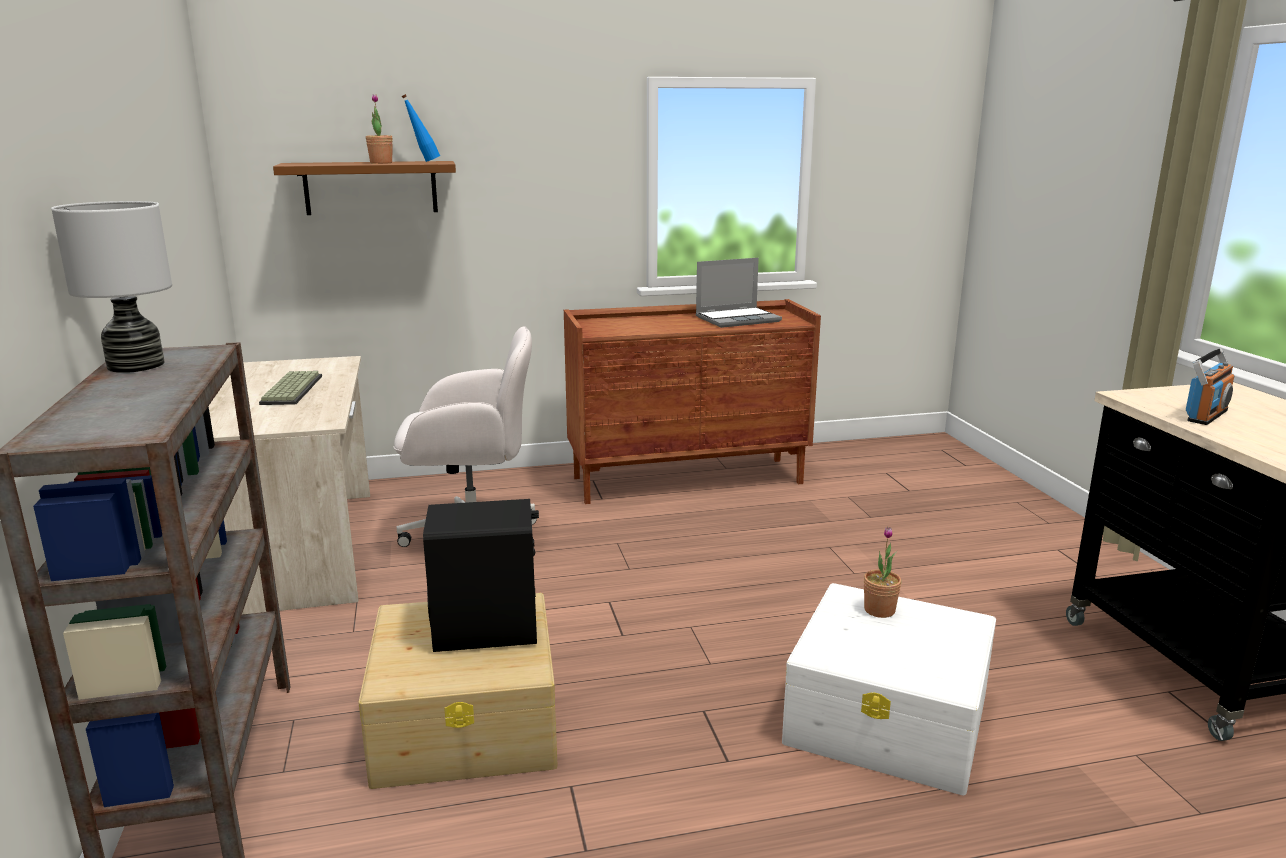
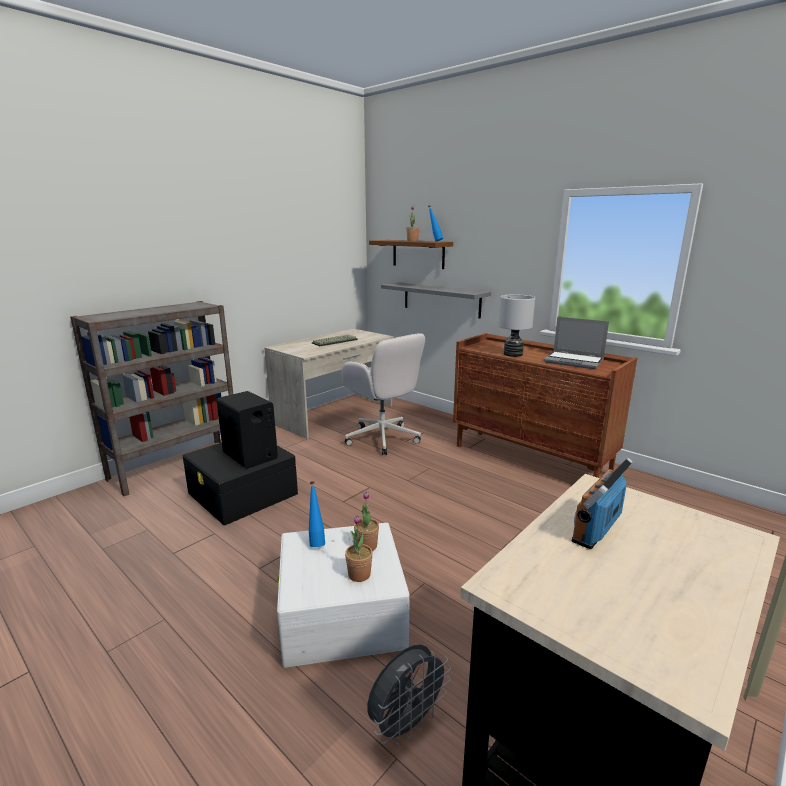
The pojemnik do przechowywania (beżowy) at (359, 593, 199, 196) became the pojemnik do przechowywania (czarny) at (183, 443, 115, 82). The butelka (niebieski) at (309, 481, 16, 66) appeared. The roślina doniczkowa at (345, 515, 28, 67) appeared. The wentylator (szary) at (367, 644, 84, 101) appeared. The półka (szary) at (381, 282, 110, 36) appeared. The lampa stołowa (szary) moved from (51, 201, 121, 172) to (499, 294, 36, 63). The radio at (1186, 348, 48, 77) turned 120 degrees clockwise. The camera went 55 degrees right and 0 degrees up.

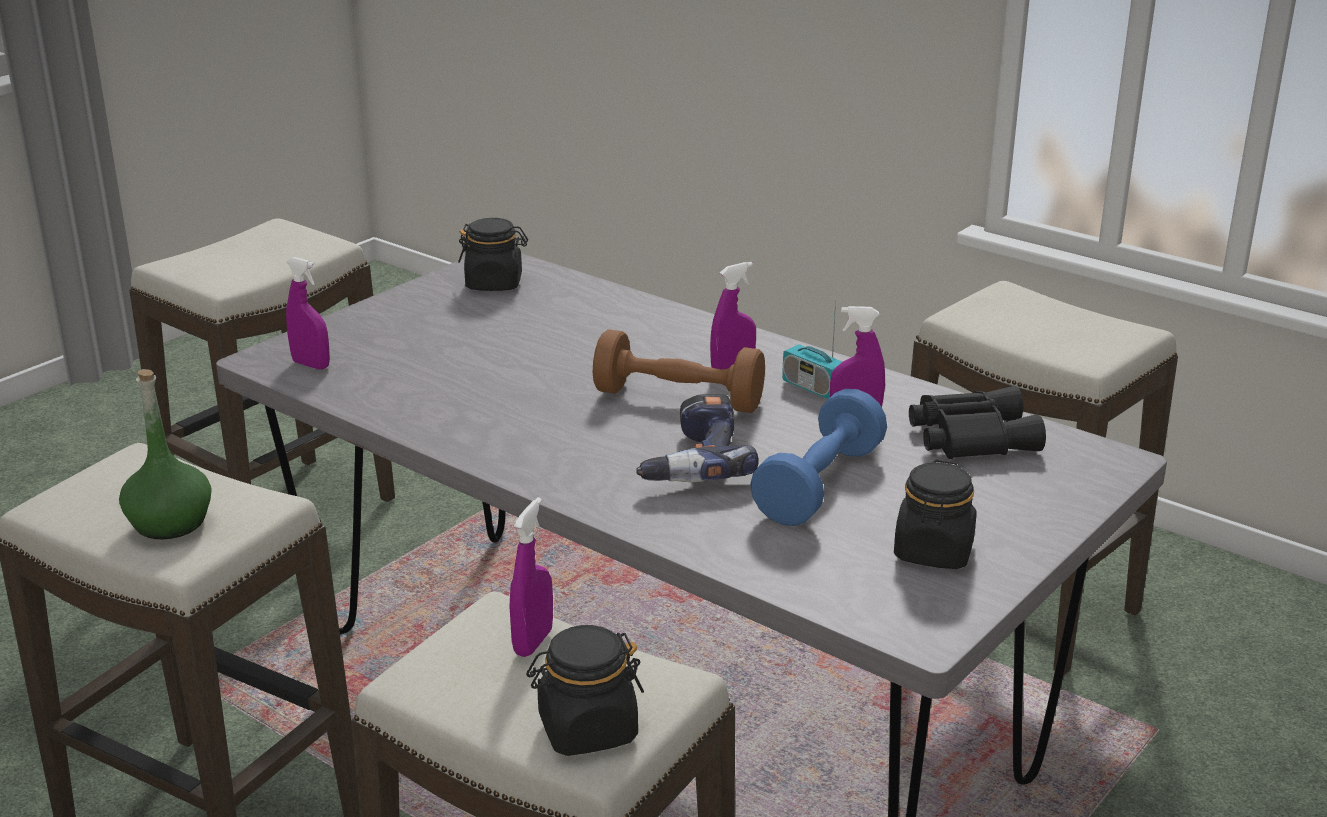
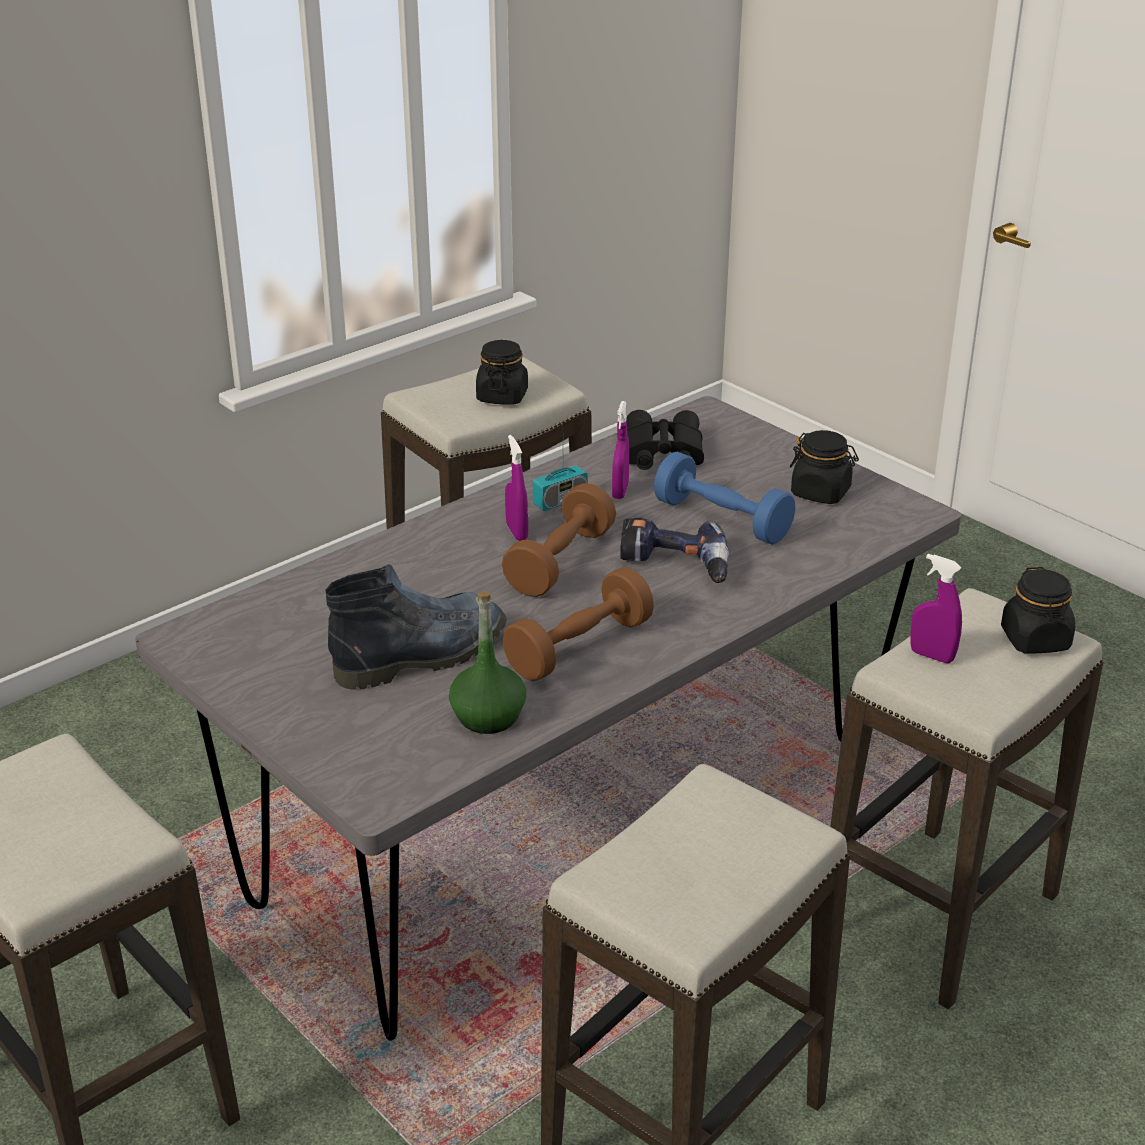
The but z cholewką at (326, 564, 181, 126) appeared. The butelka (zielony) moved from (119, 369, 93, 170) to (449, 591, 77, 143). The słoik (czarny) moved from (458, 218, 70, 73) to (476, 340, 52, 65). The hantel (brązowy) at (503, 567, 151, 114) appeared. The spryskiwacz (fioletowy) at (286, 257, 44, 112) disappeared. The camera went 80 degrees left and 5 degrees up.

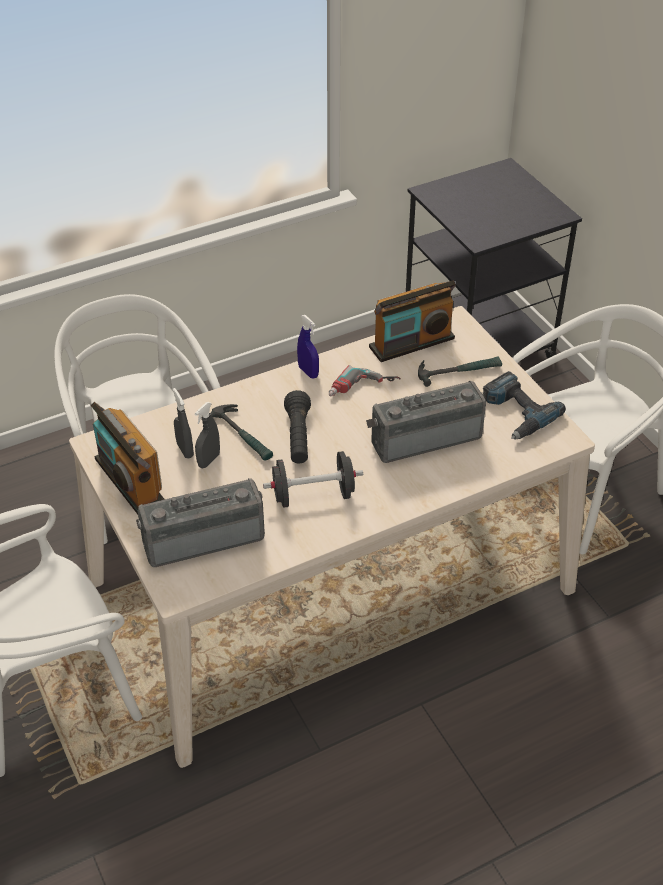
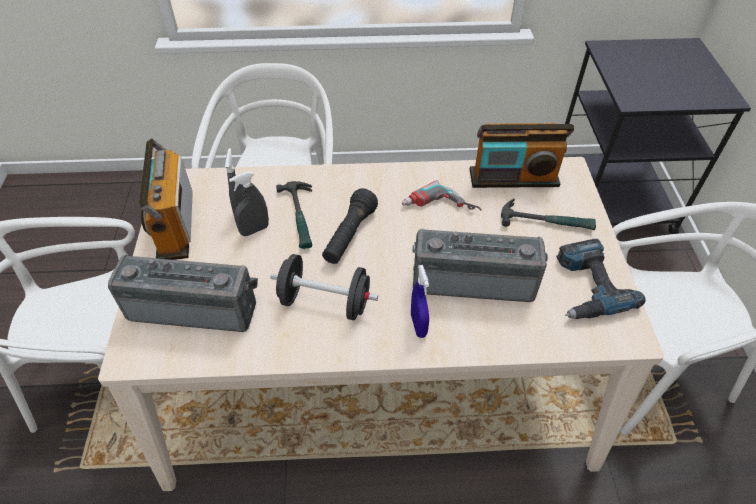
The spryskiwacz (niebieski) moved from (297, 315, 22, 64) to (411, 265, 18, 73). The camera went 25 degrees right and 5 degrees up.

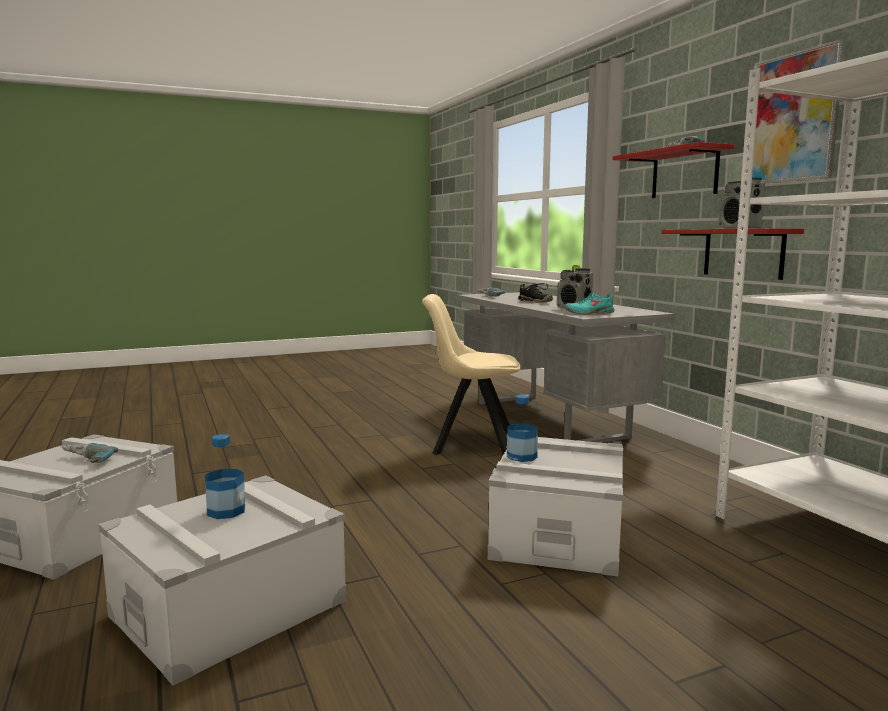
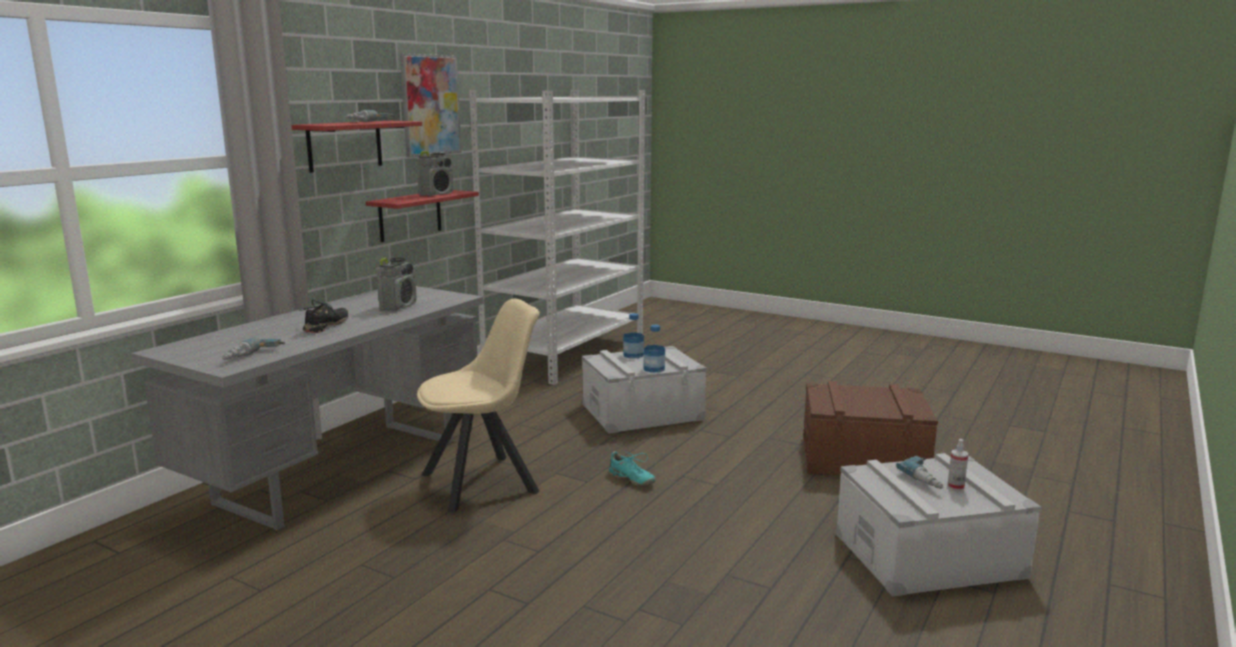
The krzesło (beżowy) at (422, 294, 99, 161) turned 90 degrees counterclockwise. The but (turkusowy) moved from (564, 293, 51, 22) to (609, 451, 47, 35). The butelka moved from (205, 434, 40, 85) to (623, 313, 21, 45). The pojemnik do przechowywania (szary) at (98, 476, 248, 210) became the pojemnik do przechowywania (brązowy) at (803, 381, 135, 94). The spryskiwacz at (947, 439, 21, 52) appeared. The camera went 125 degrees left and 5 degrees up.

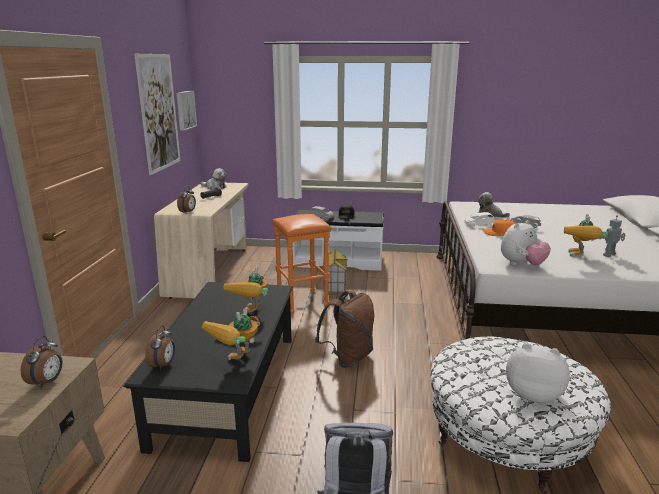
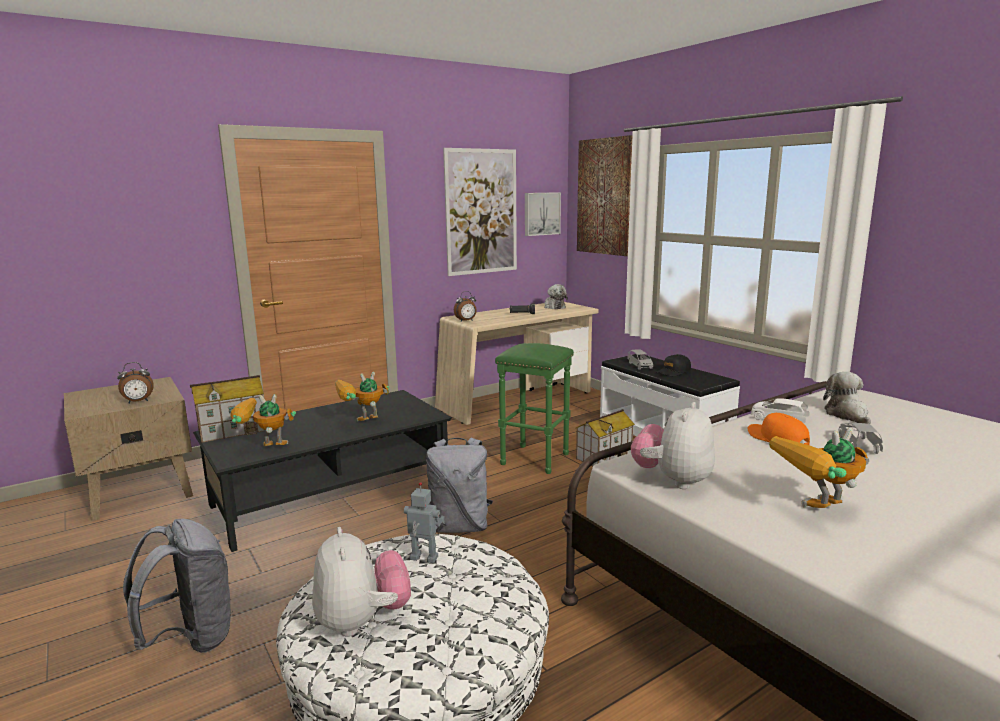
The budzik at (145, 326, 30, 44) was replaced by the domek at (190, 375, 75, 68). The robot zabawkowy moved from (599, 215, 26, 42) to (404, 482, 41, 81). The plecak (brązowy) at (315, 291, 60, 77) became the plecak (szary) at (426, 438, 67, 95). The stołek (pomarańczowy) at (272, 214, 59, 100) became the stołek (zielony) at (495, 343, 79, 131). The obraz at (577, 135, 56, 121) appeared. The pluszak at (501, 220, 50, 46) turned 105 degrees clockwise. The camera went 50 degrees right and 5 degrees down.

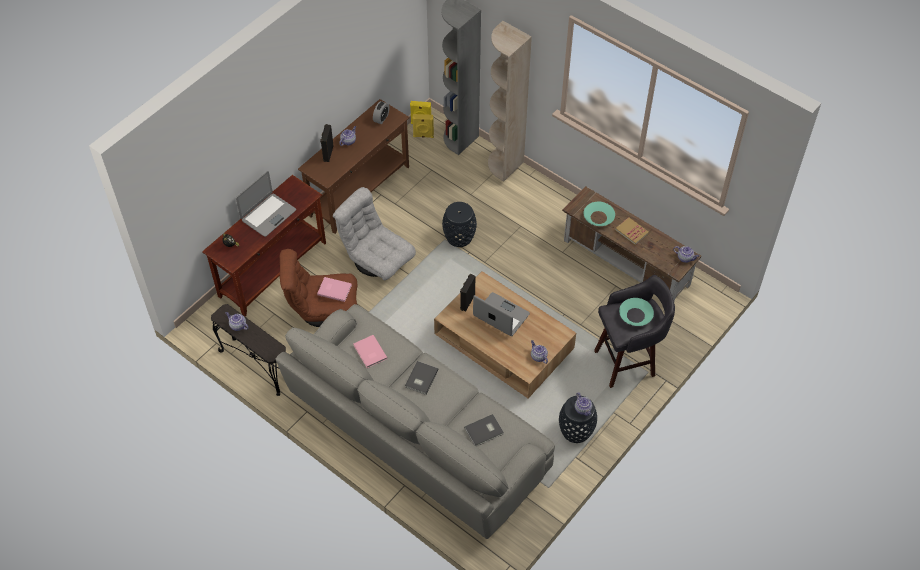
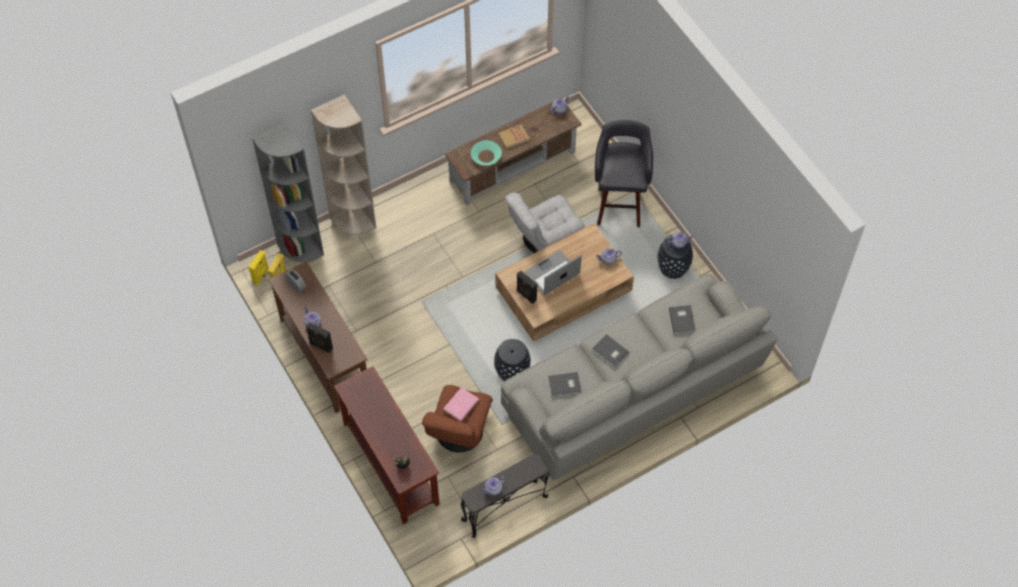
The stołek (czarny) moved from (442, 202, 35, 45) to (494, 339, 37, 42). The fotel (szary) moved from (333, 187, 83, 93) to (505, 193, 80, 60). The książka (różowy) at (353, 335, 35, 33) became the książka (szary) at (548, 372, 34, 25). The laptop at (236, 171, 60, 66) disappeared. The miska (turkusowy) at (619, 298, 35, 28) disappeared. The camera went 70 degrees left and 5 degrees up.

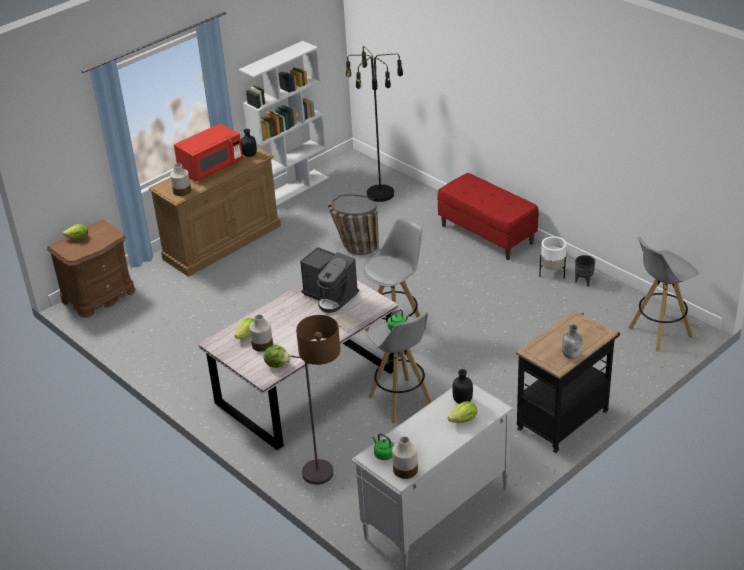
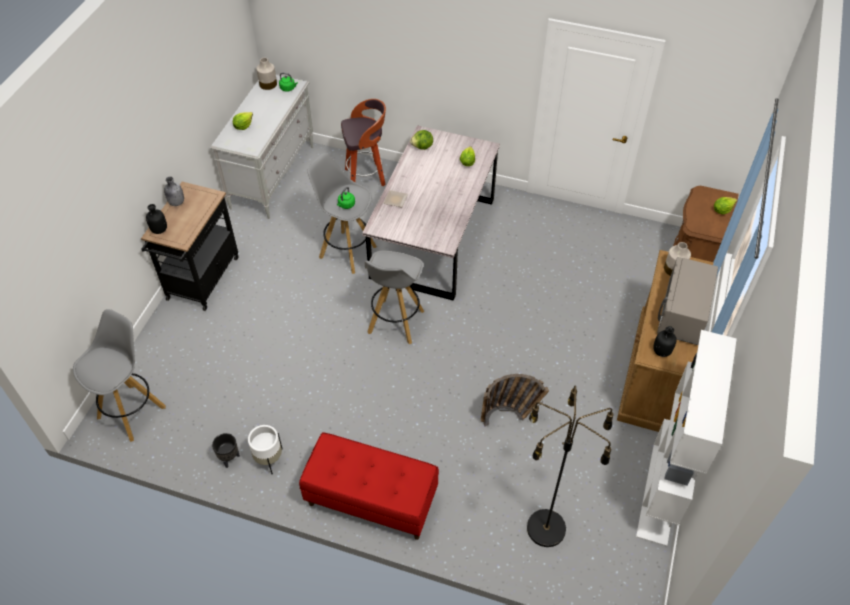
The butelka (czarny) moved from (452, 369, 21, 35) to (146, 204, 21, 30). The lampa stojąca (brązowy) at (290, 315, 50, 170) was replaced by the stołek at (341, 99, 45, 87). The mikrofalówka (czerwony) at (174, 123, 69, 58) became the mikrofalówka (szary) at (657, 257, 61, 88). The wazon (beżowy) at (249, 314, 24, 38) disappeared. The ekspres do kawy at (300, 247, 59, 66) disappeared. The camera went 150 degrees right and 15 degrees up.

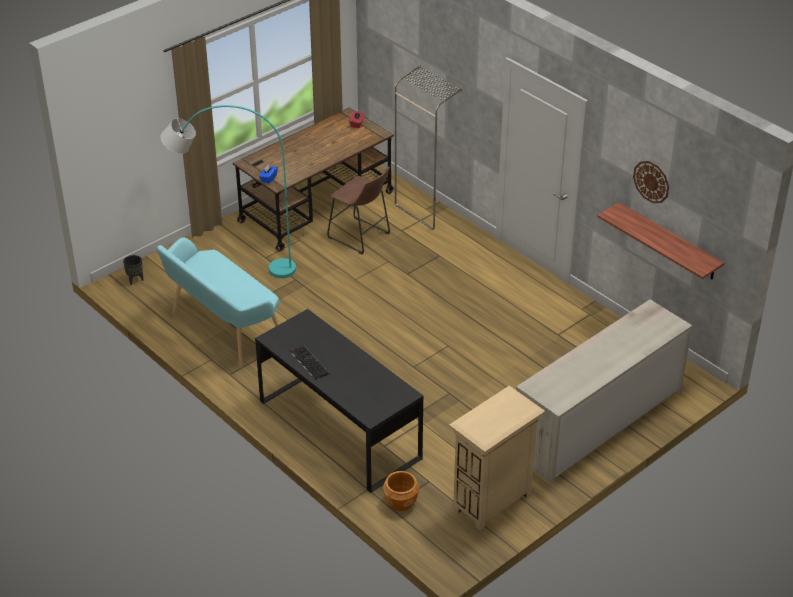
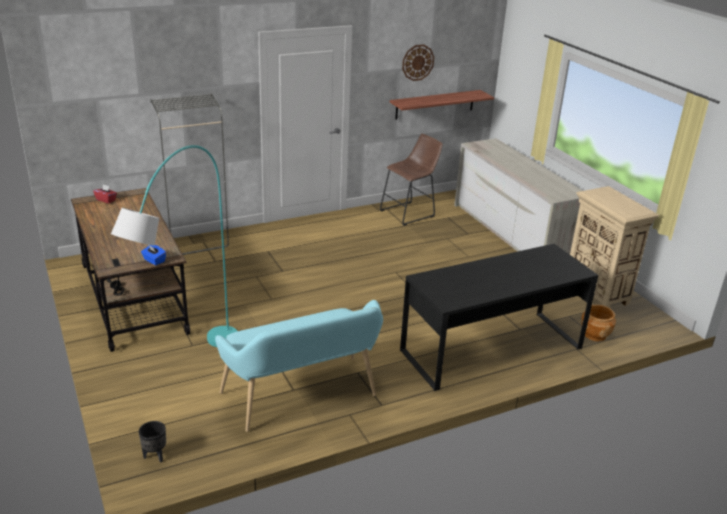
The stołek (brązowy) moved from (327, 167, 63, 87) to (380, 134, 63, 92). The klawiatura at (290, 345, 40, 35) disappeared. The camera went 75 degrees left and 10 degrees down.

